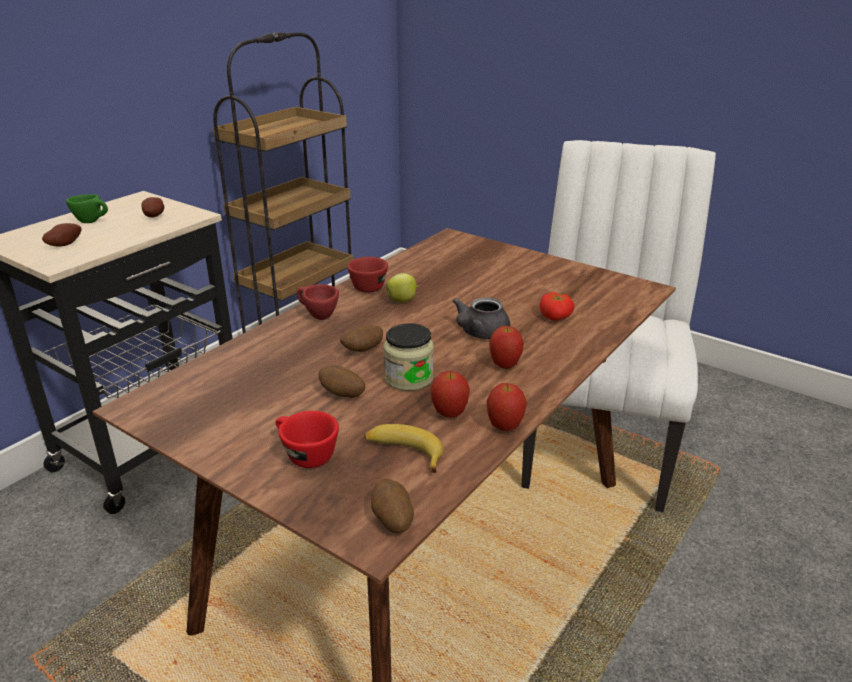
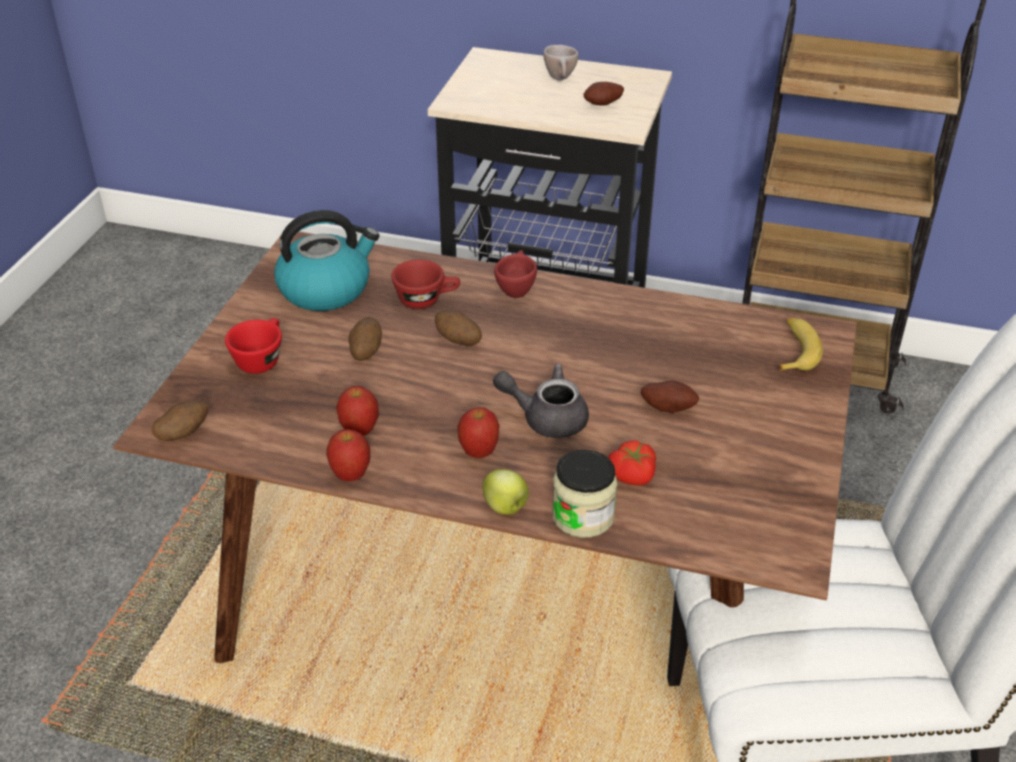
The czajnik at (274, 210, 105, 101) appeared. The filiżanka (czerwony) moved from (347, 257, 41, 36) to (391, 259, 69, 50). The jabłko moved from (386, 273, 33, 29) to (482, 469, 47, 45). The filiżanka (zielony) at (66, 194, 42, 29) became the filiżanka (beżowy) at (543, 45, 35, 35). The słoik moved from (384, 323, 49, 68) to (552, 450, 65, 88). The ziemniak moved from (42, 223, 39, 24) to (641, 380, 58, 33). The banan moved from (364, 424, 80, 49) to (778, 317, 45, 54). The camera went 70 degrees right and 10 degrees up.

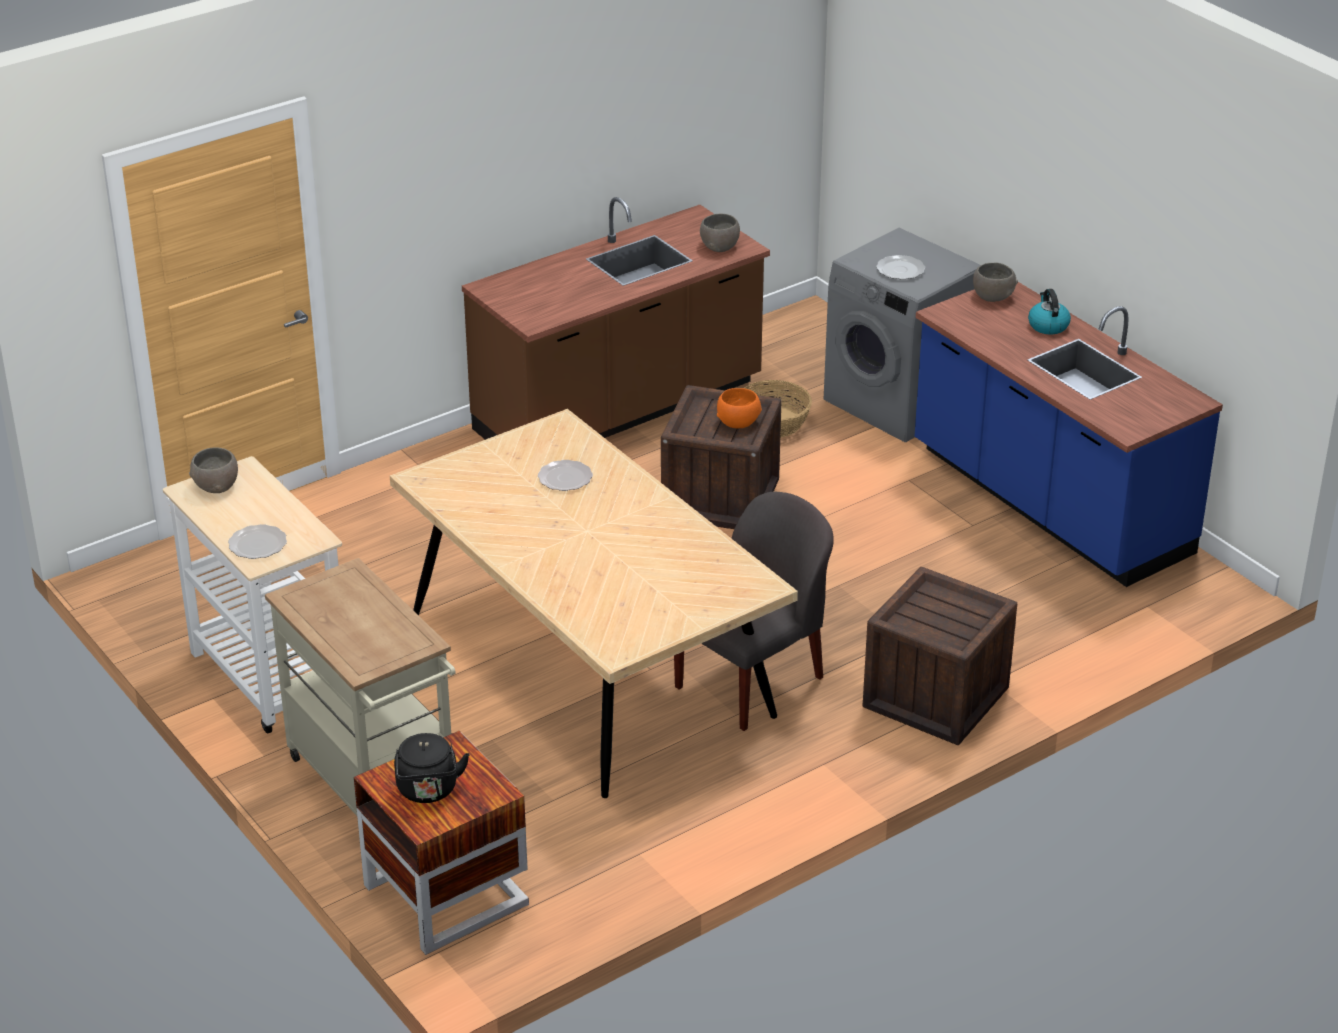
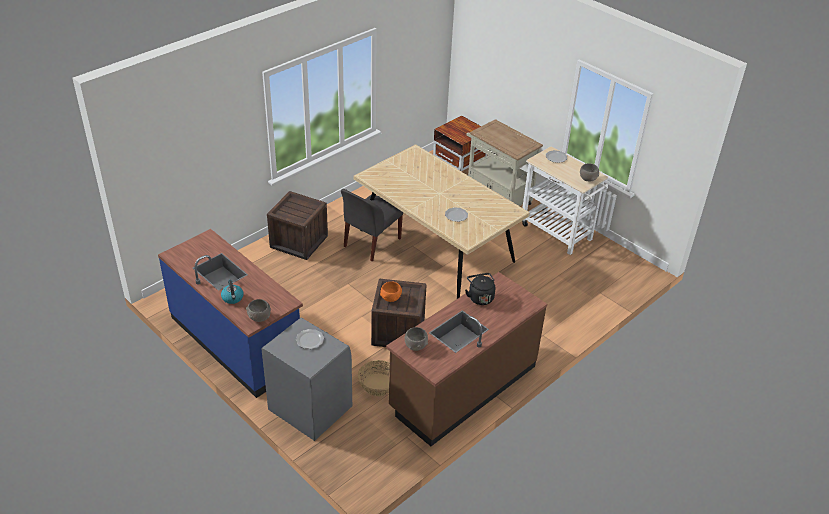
The czajnik (czarny) moved from (394, 733, 75, 70) to (465, 273, 30, 32). The camera went 170 degrees right and 5 degrees up.

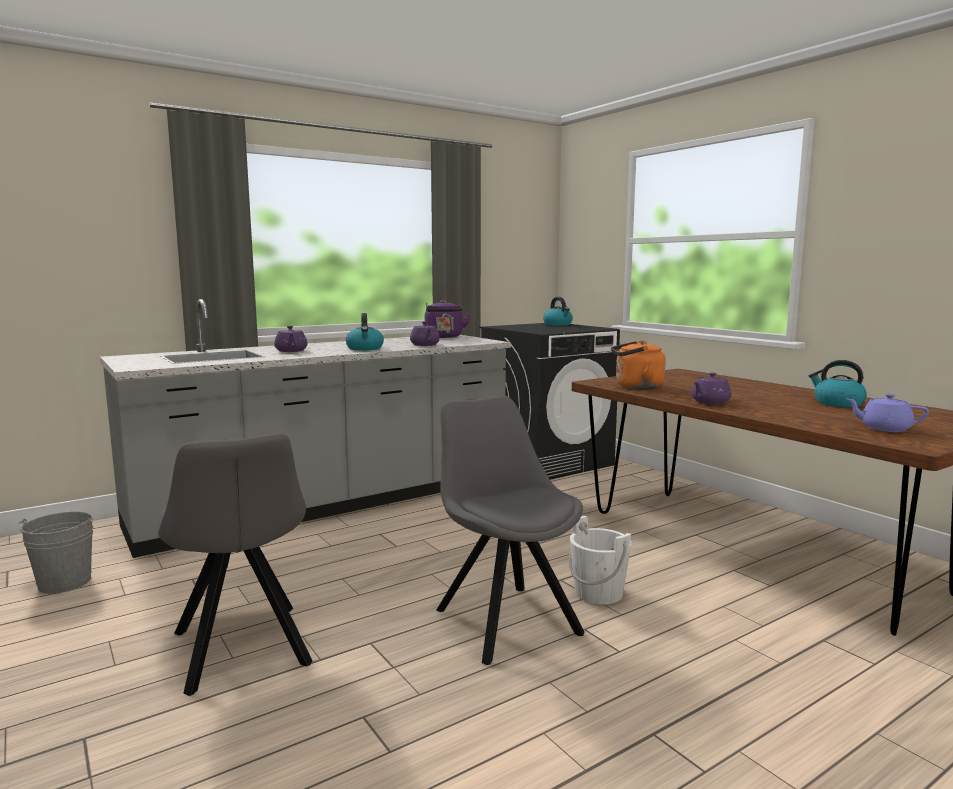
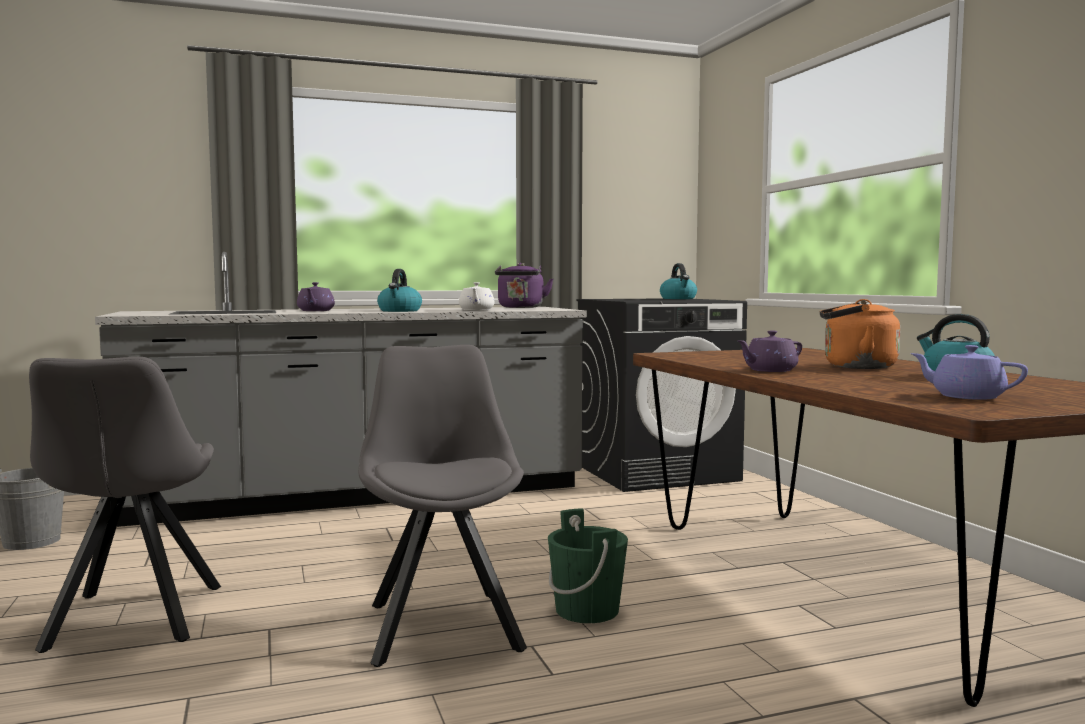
The imbryk (fioletowy) at (410, 322, 30, 24) became the imbryk (biały) at (459, 282, 36, 29). The wiadro (biały) at (569, 516, 63, 88) became the wiadro (zielony) at (548, 508, 80, 115). The czajnik (pomarańczowy) moved from (611, 341, 55, 48) to (819, 299, 81, 70). The camera went 15 degrees right and 5 degrees down.

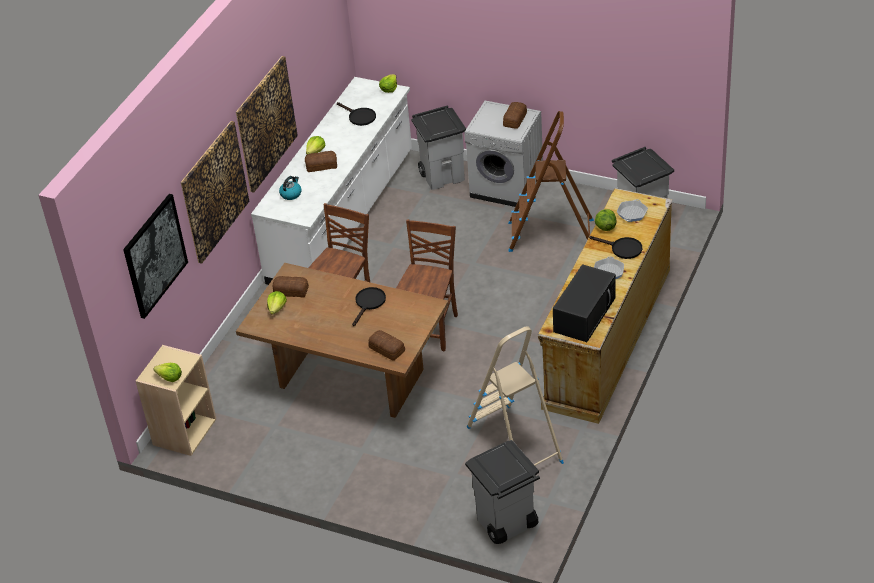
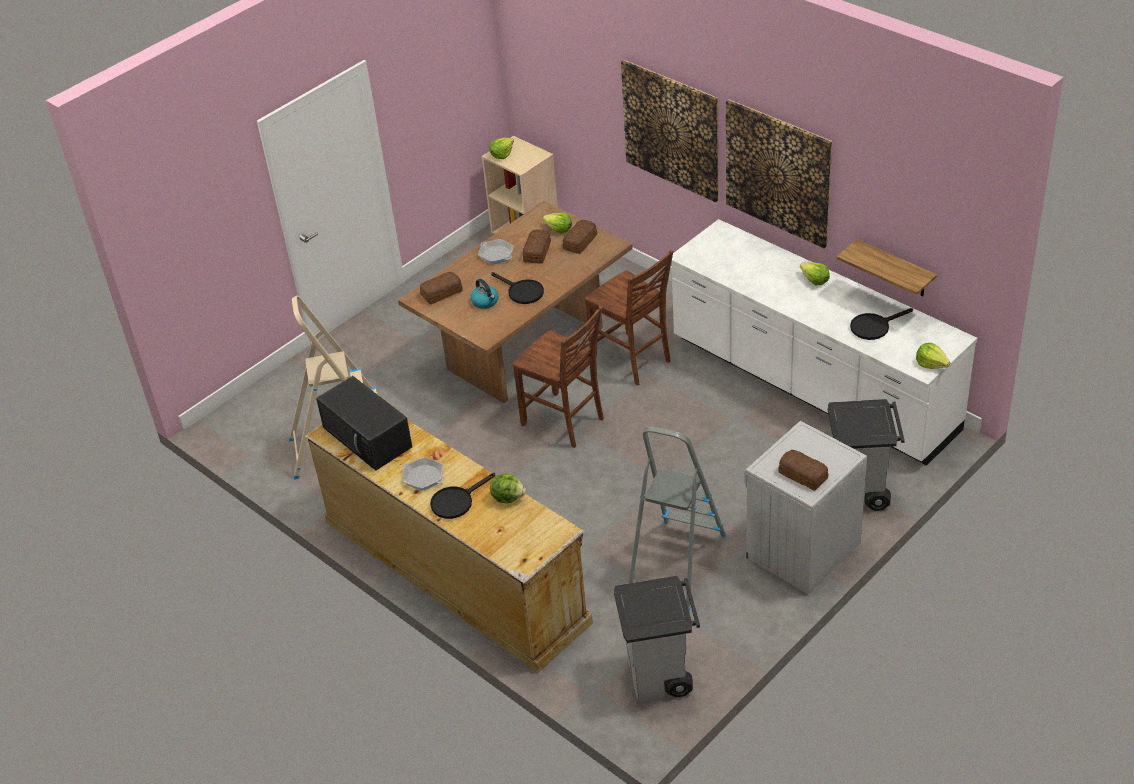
The czajnik moved from (279, 176, 22, 24) to (471, 279, 28, 30). The patelnia moved from (617, 199, 31, 23) to (478, 239, 36, 25). The chleb moved from (305, 151, 32, 21) to (523, 230, 28, 34). The drabinka (brązowy) at (508, 111, 86, 141) became the drabinka (szary) at (629, 426, 97, 188). The półka at (836, 239, 101, 58) appeared. The obraz at (123, 194, 65, 125) disappeared. The kosz na śmieci (szary) at (465, 440, 75, 104) disappeared. The camera went 110 degrees right and 0 degrees up.

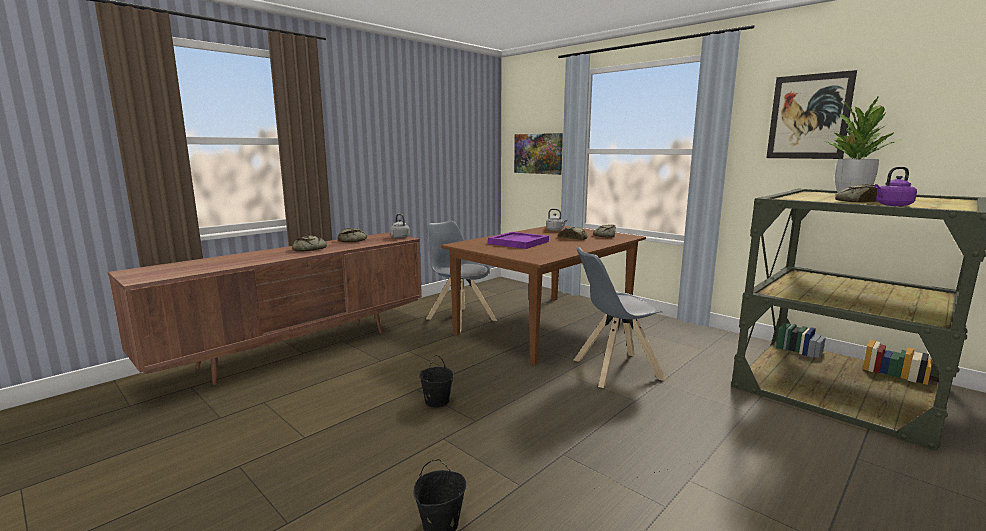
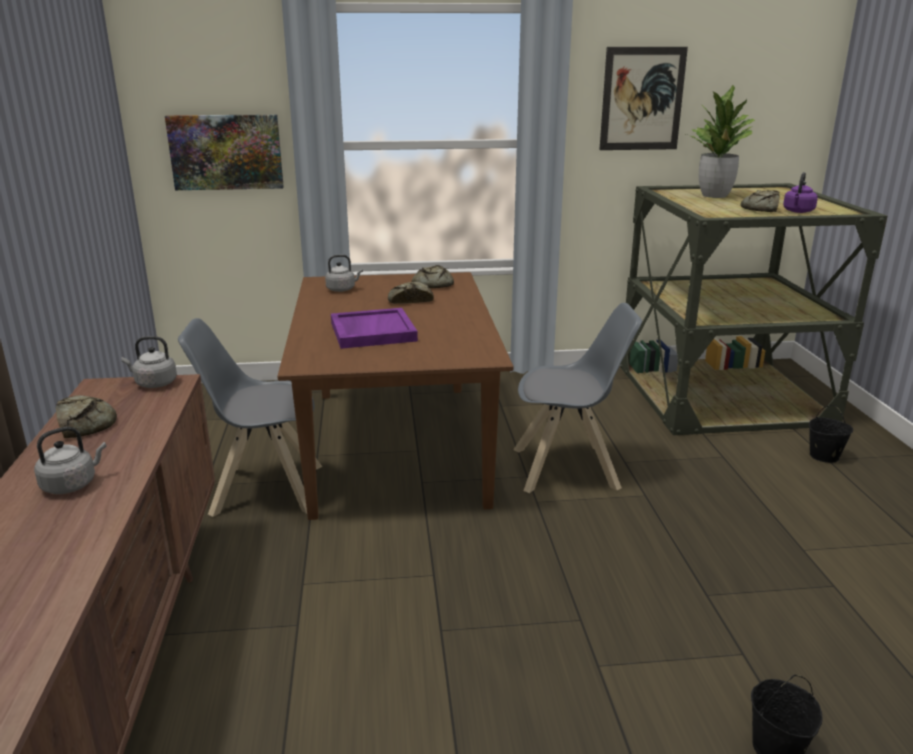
The chleb at (292, 235, 35, 17) was replaced by the czajnik (szary) at (34, 427, 72, 67). The krzesło (szary) at (574, 247, 92, 141) turned 120 degrees counterclockwise. The wiadro (czarny) moved from (419, 355, 35, 52) to (809, 405, 44, 58). The camera went 50 degrees left and 10 degrees up.

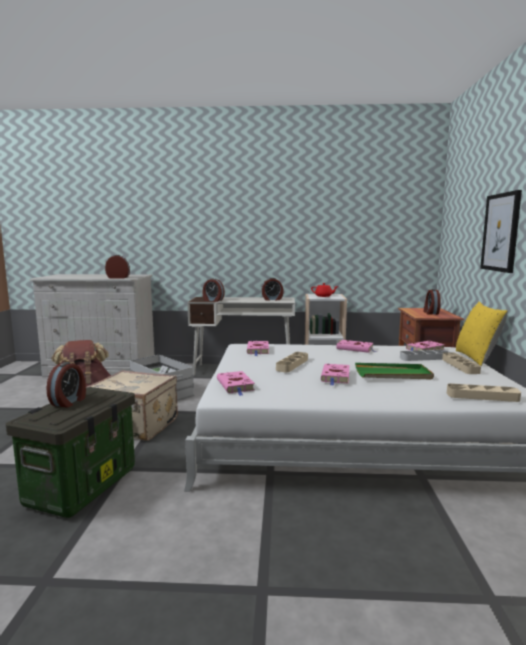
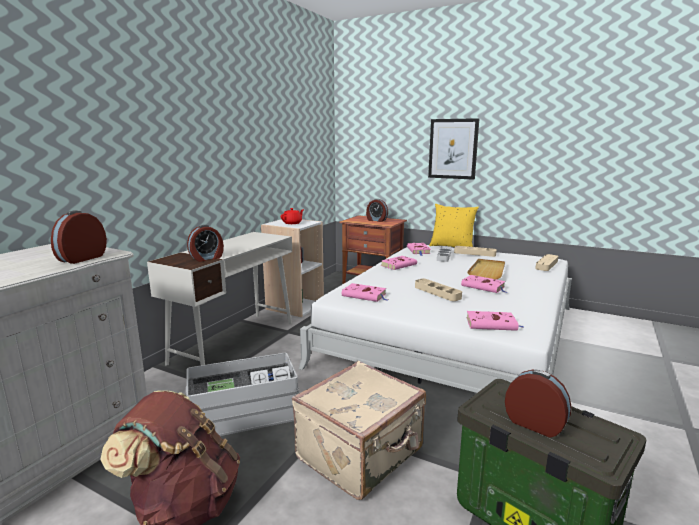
The taca (zielony) at (355, 363, 79, 16) became the taca (beżowy) at (467, 259, 38, 20). The budzik at (261, 278, 23, 23) disappeared. The camera went 65 degrees left and 5 degrees up.

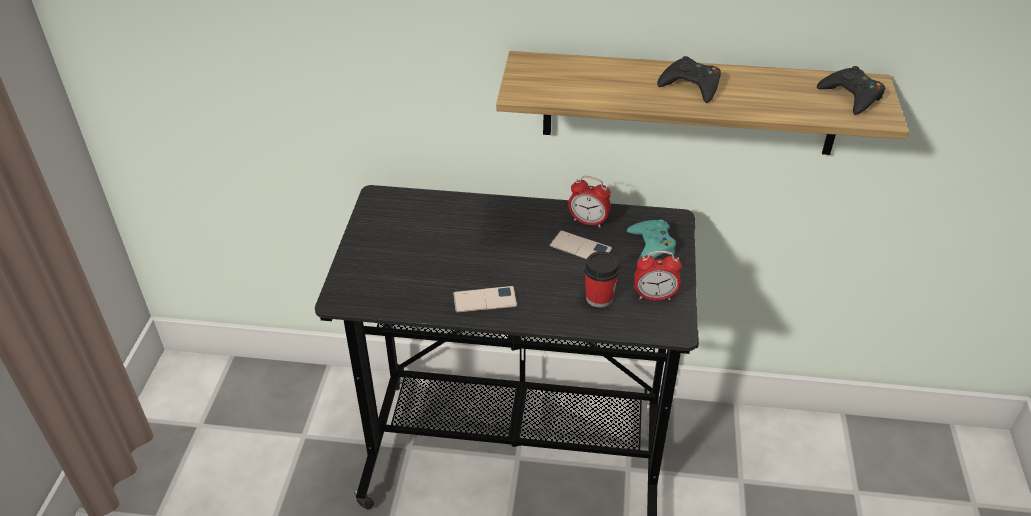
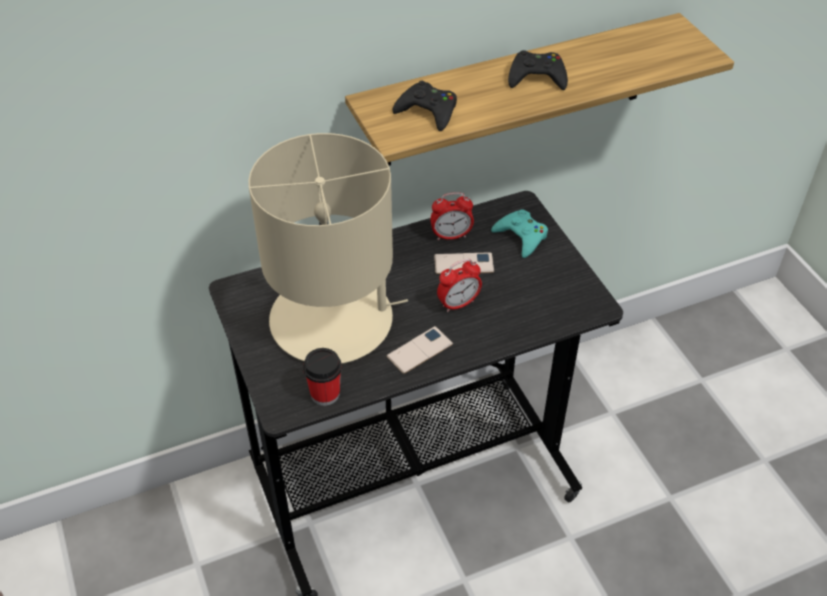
The lampa stołowa (beżowy) at (248, 133, 160, 231) appeared. The filiżanka moved from (584, 251, 36, 57) to (303, 348, 39, 58). The pad do gier (czarny) moved from (817, 66, 68, 49) to (393, 81, 64, 50). The budzik moved from (634, 251, 48, 50) to (437, 259, 45, 53). The camera went 30 degrees left and 5 degrees up.

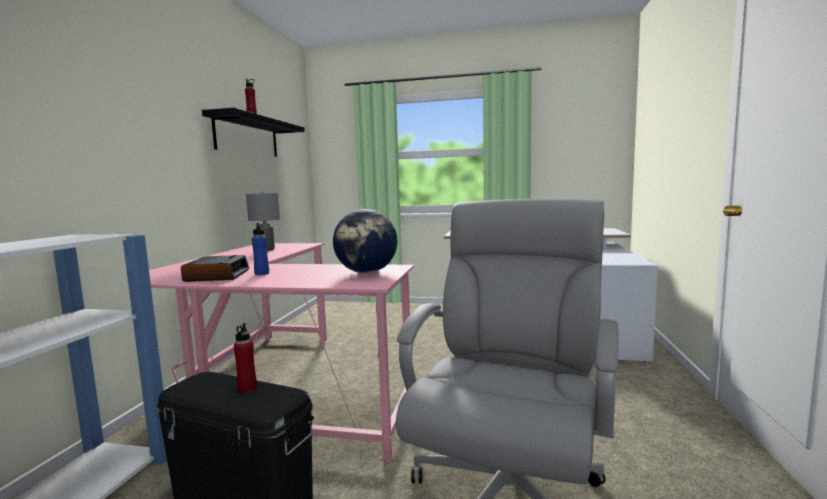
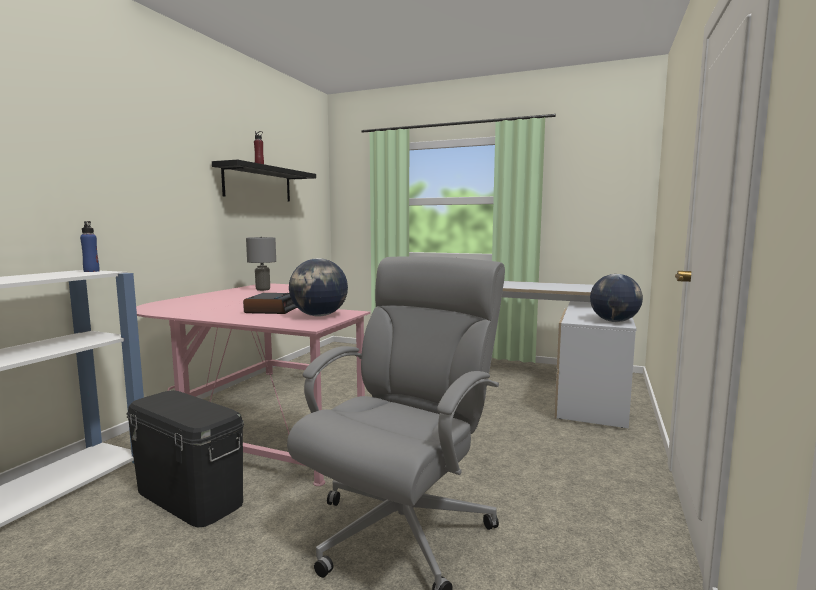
The butelka (niebieski) moved from (252, 222, 17, 53) to (80, 221, 20, 51). The budzik moved from (181, 255, 68, 27) to (243, 293, 54, 21). The globus at (590, 274, 53, 48) appeared. The butelka (czerwony) at (234, 323, 23, 70) disappeared. The camera went 10 degrees right and 0 degrees up.

